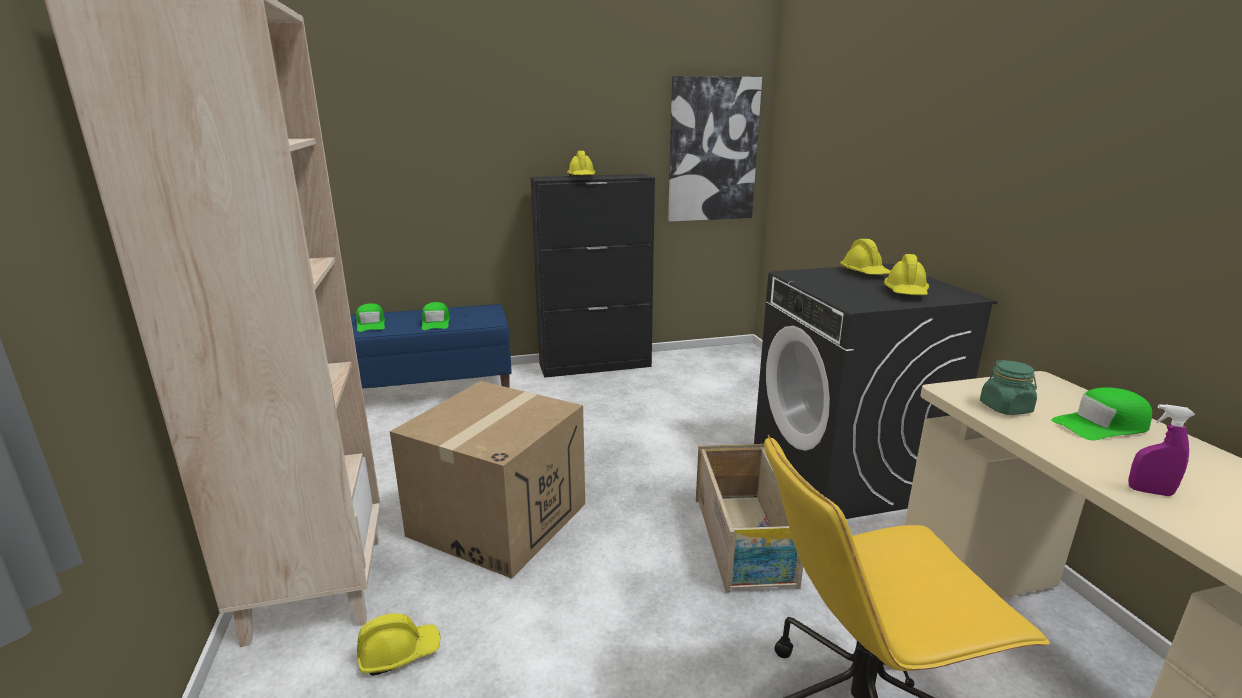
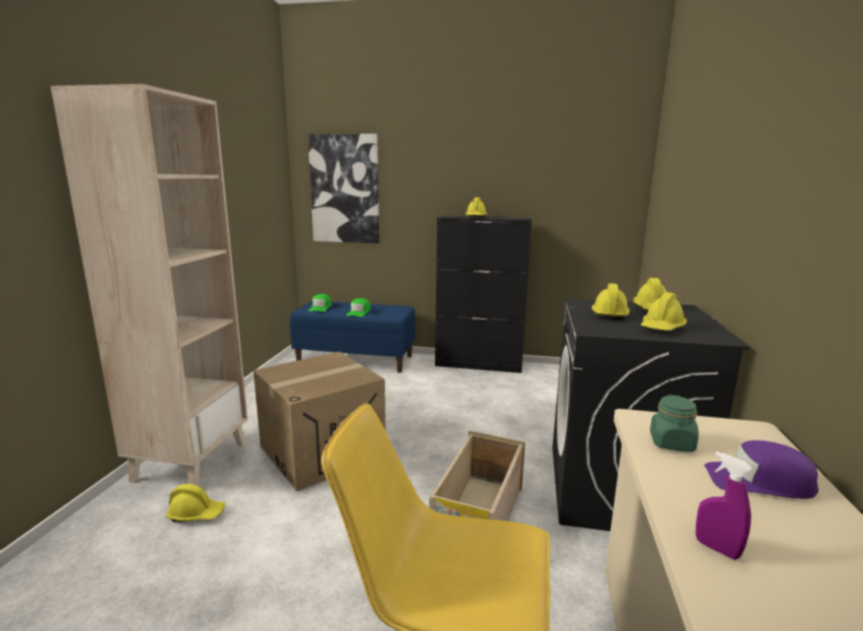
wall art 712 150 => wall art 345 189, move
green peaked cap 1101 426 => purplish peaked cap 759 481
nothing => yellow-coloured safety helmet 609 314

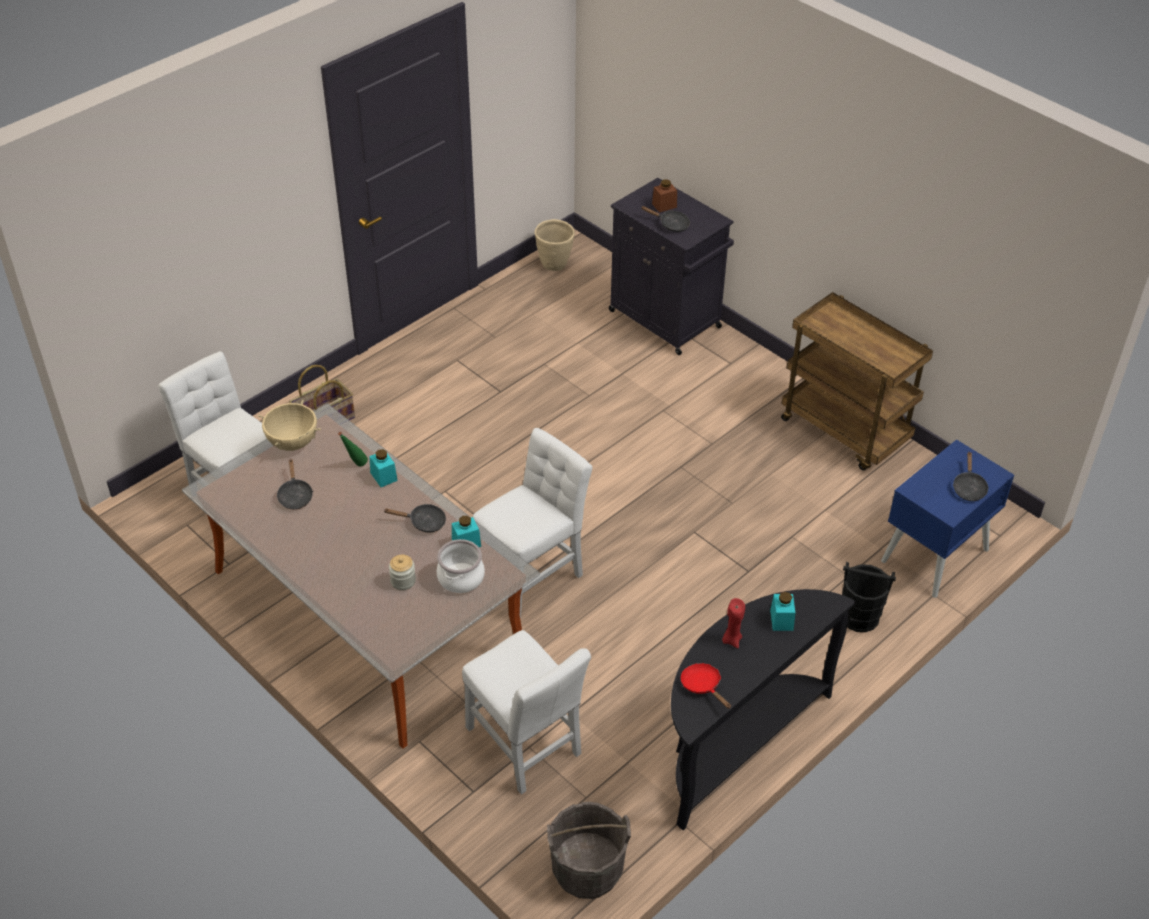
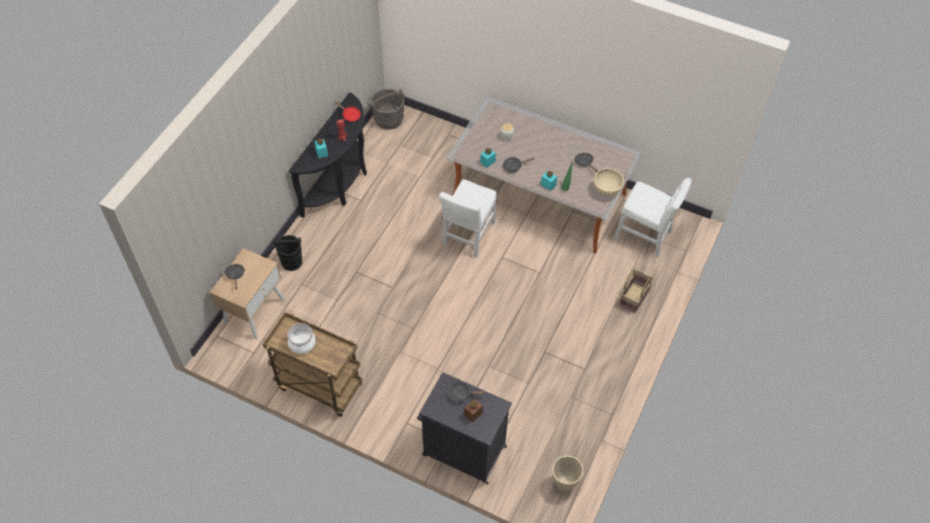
stockpot 461 578 => stockpot 302 343, move
whitish plain chair 526 746 => nothing
bluish bedside table 935 555 => sand-coloured bedside table 254 311

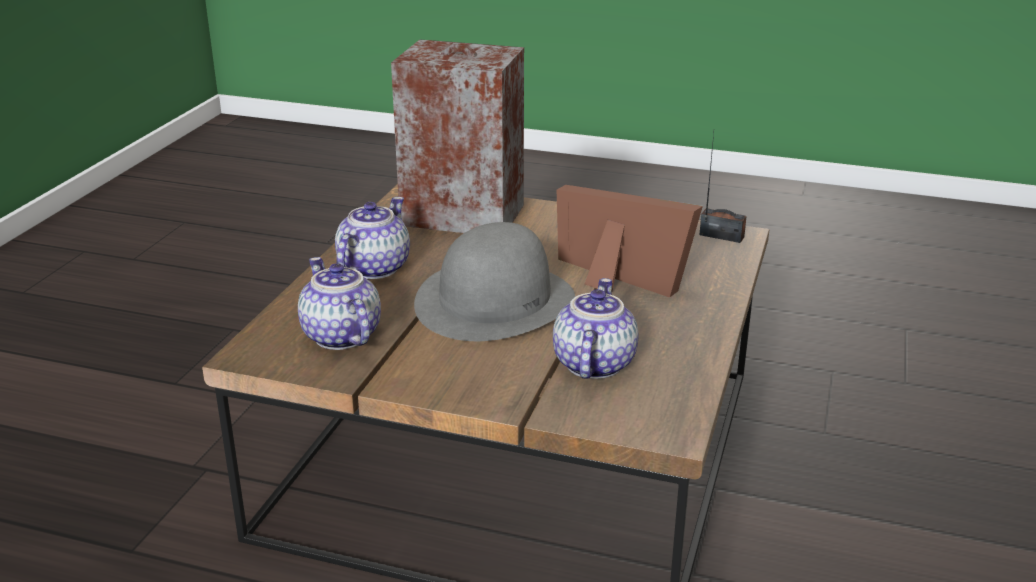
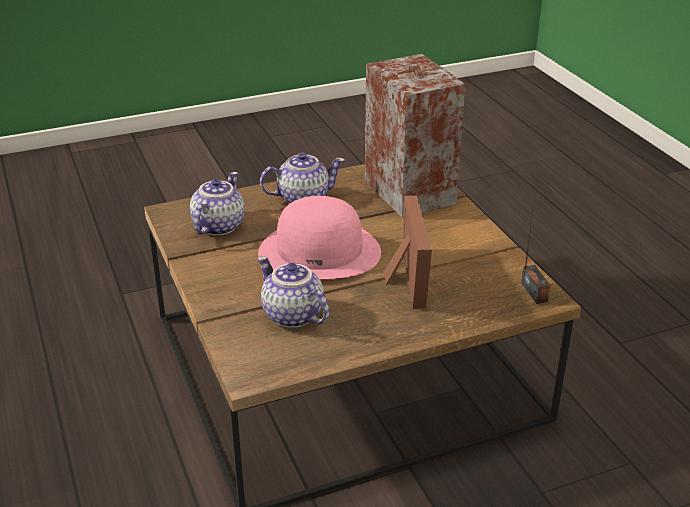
greyish hat 495 301 => pinkish hat 320 251
tea pot 592 363 => tea pot 291 315, 105 degrees counterclockwise

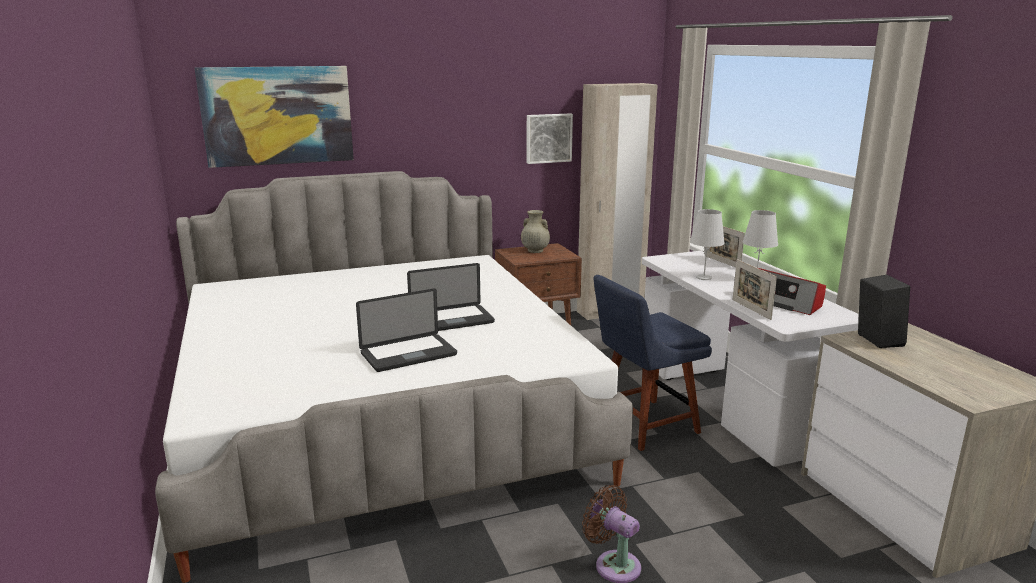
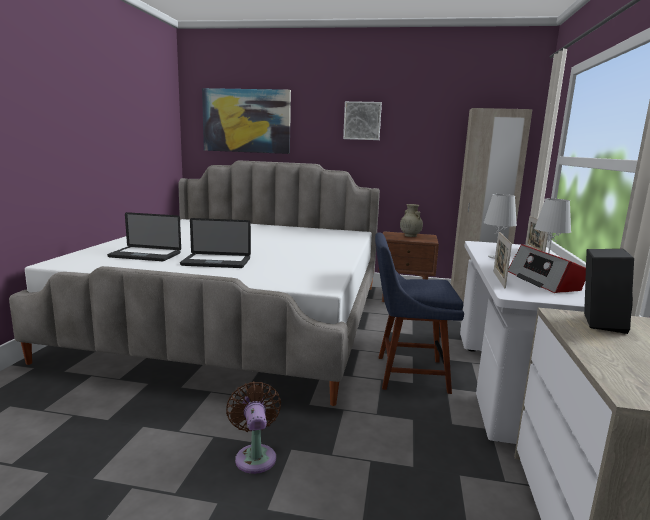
laptop 451 320 => laptop 145 255, move
wall art 548 138 => wall art 362 121, move

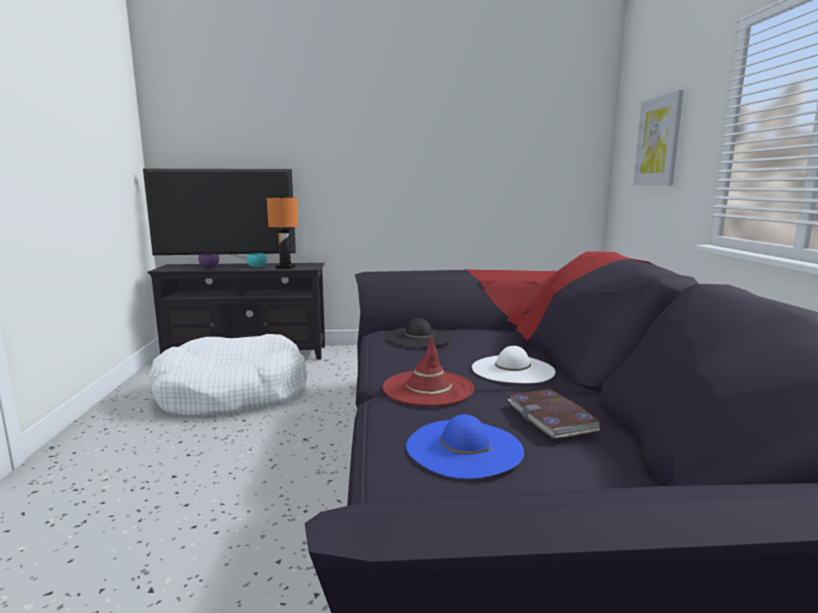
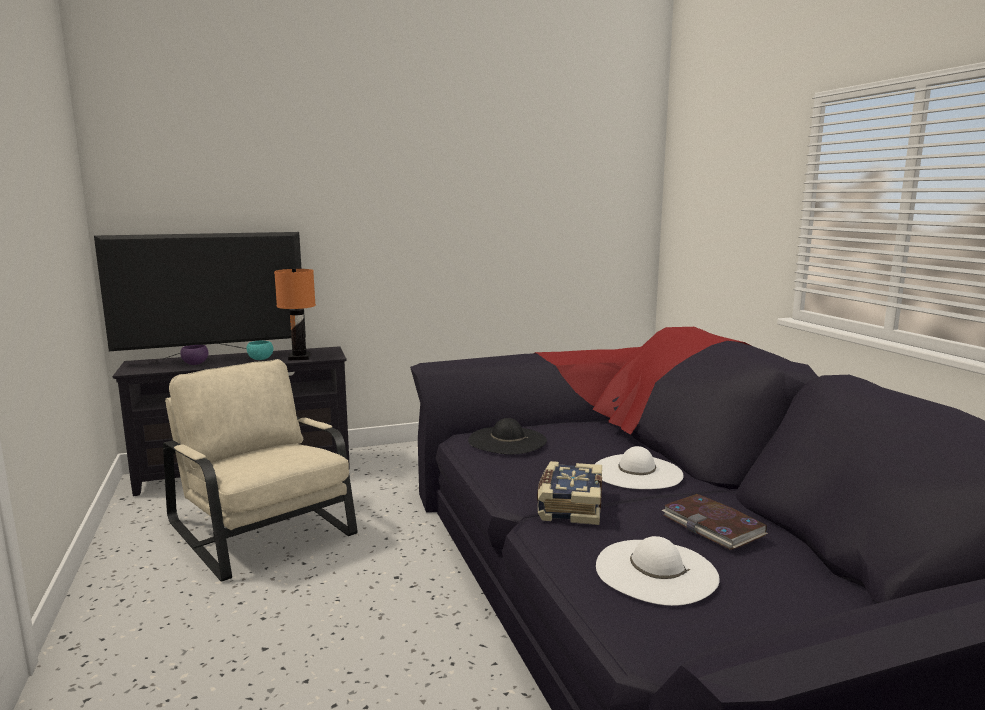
whitish dog bed 232 393 => sand-coloured armchair 263 529
reddish hat 428 388 => bound book 569 506
bluish hat 464 447 => whitish hat 656 571
wall art 658 141 => nothing

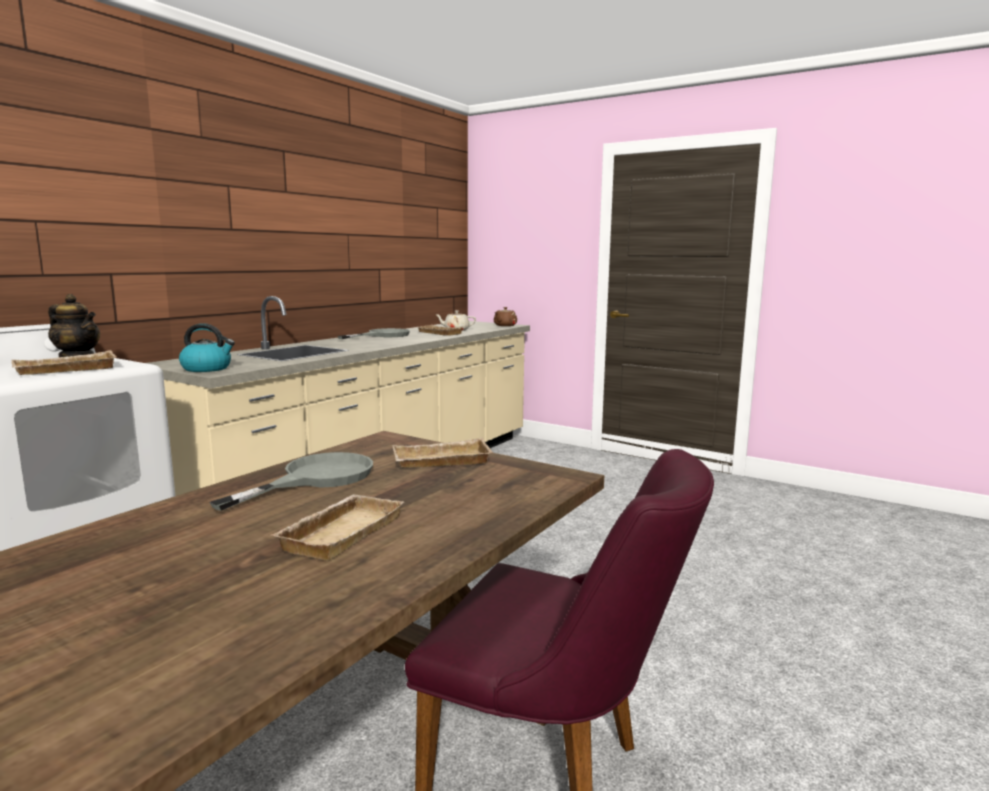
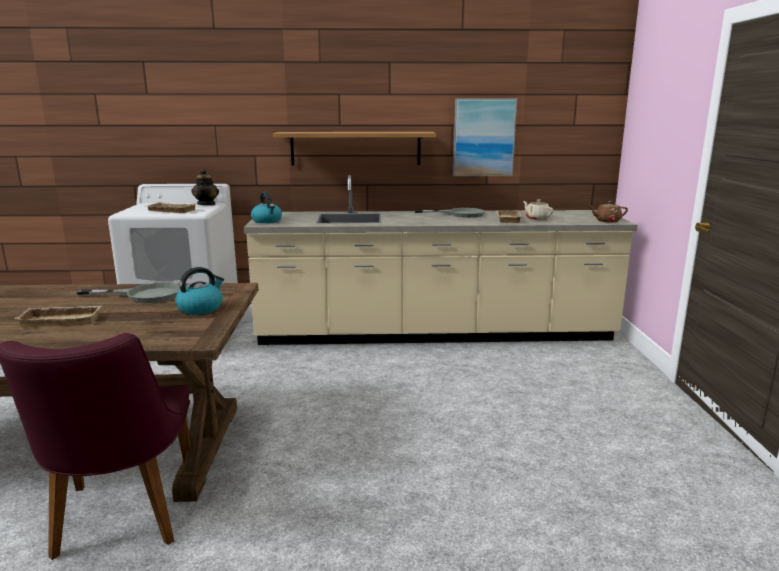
sand-coloured carrying tray 440 462 => water kettle 201 308
nothing => bracket shelf 355 148
nothing => wall art 483 137

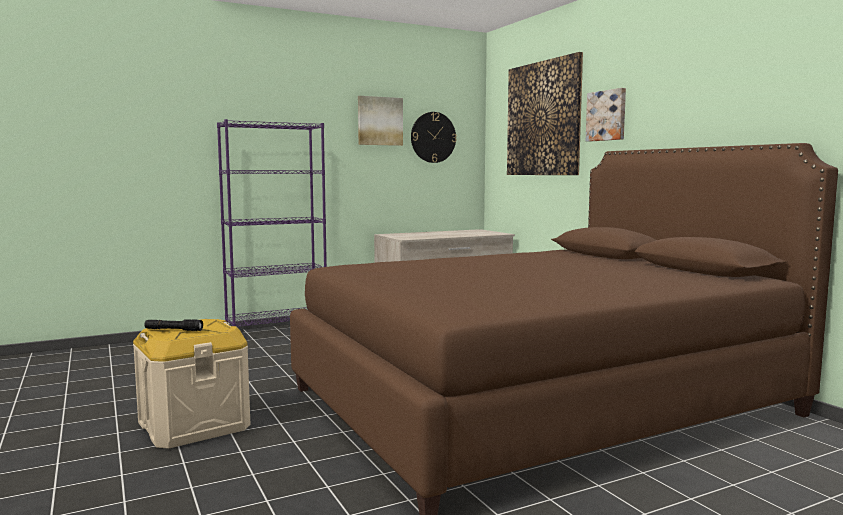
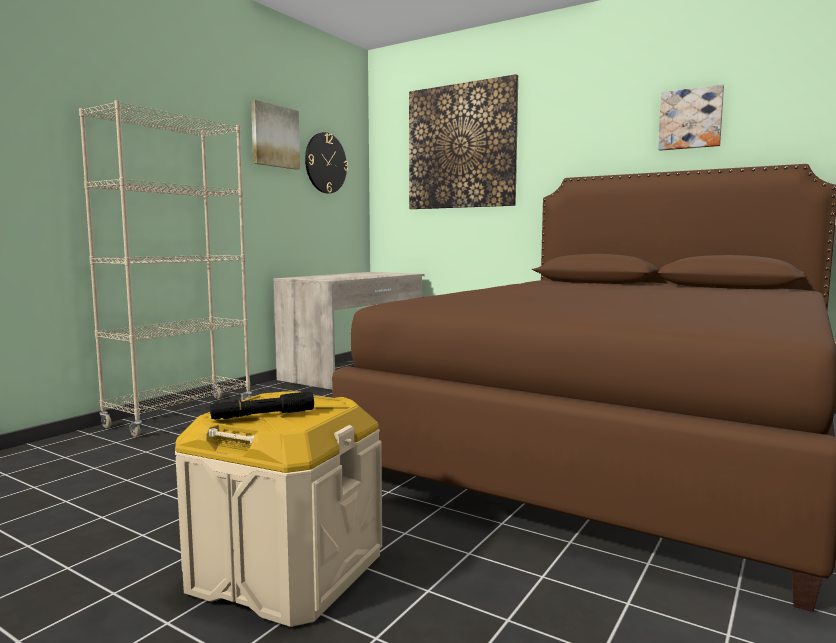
purplish shelving unit 277 332 => sand-coloured shelving unit 181 415
wall art 607 115 => wall art 690 119, move

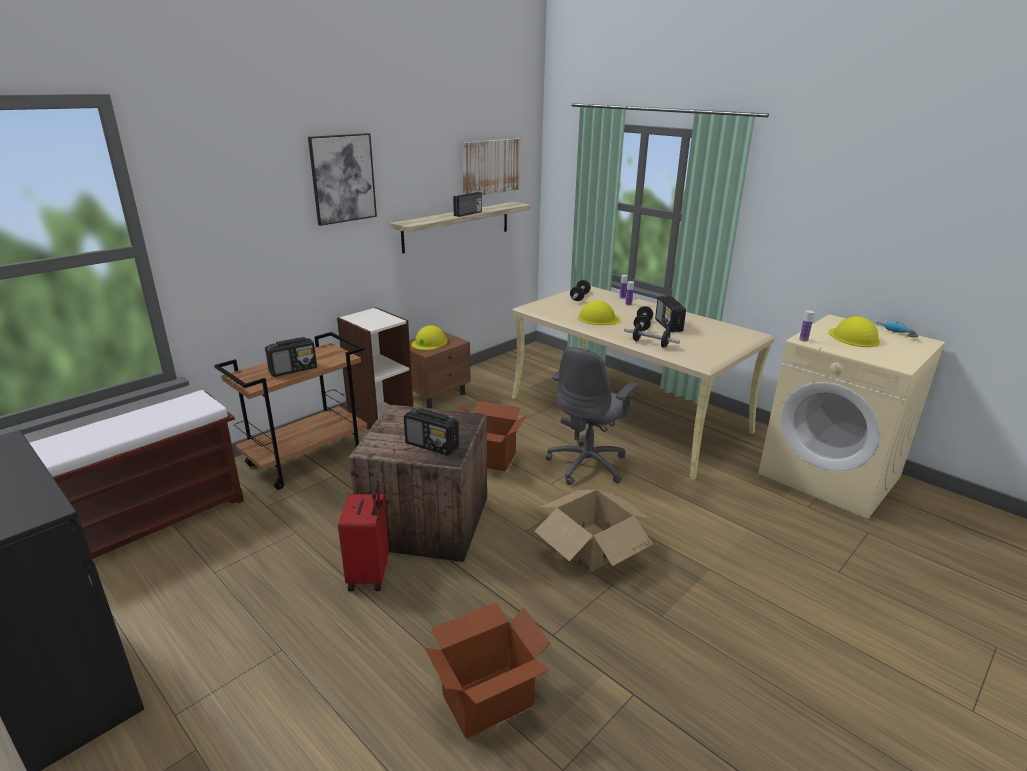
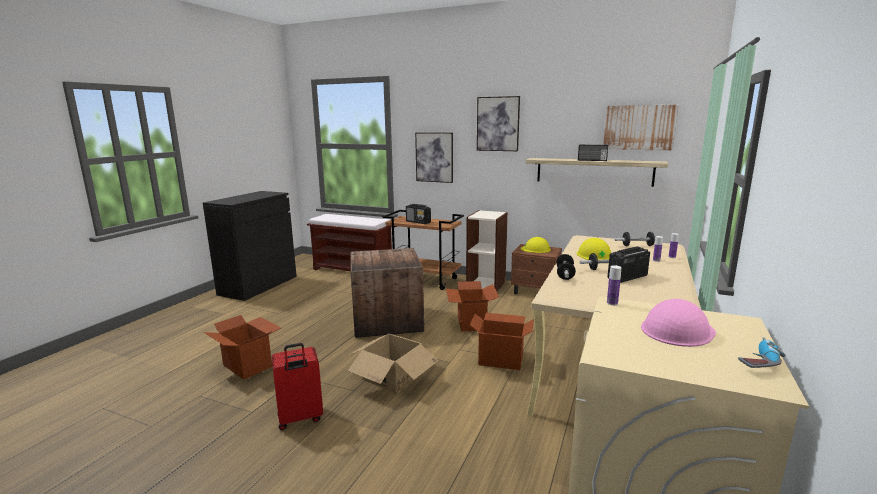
reddish suitcase 370 575 => reddish suitcase 300 419, move
radio set 432 446 => nothing
greyish desk chair 588 464 => packing box 500 359
yellow-coloured safety helmet 853 337 => pinkish safety helmet 677 330
nothing => wall art 434 157

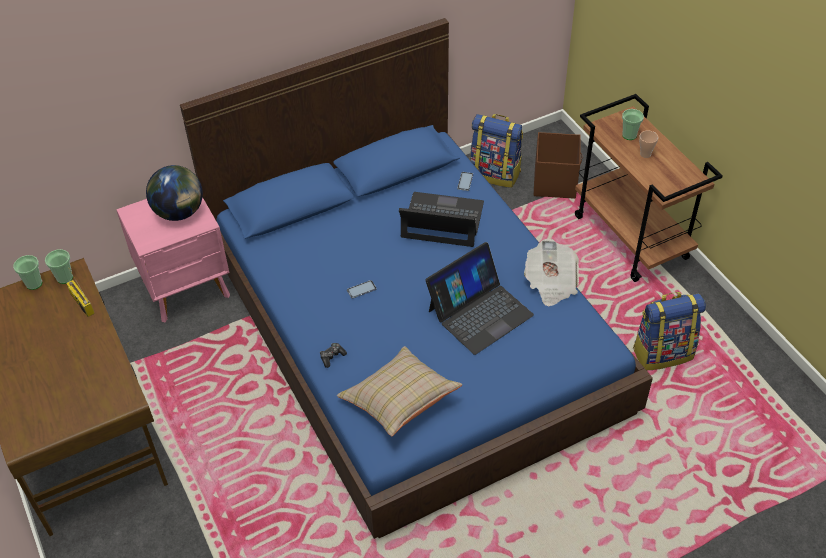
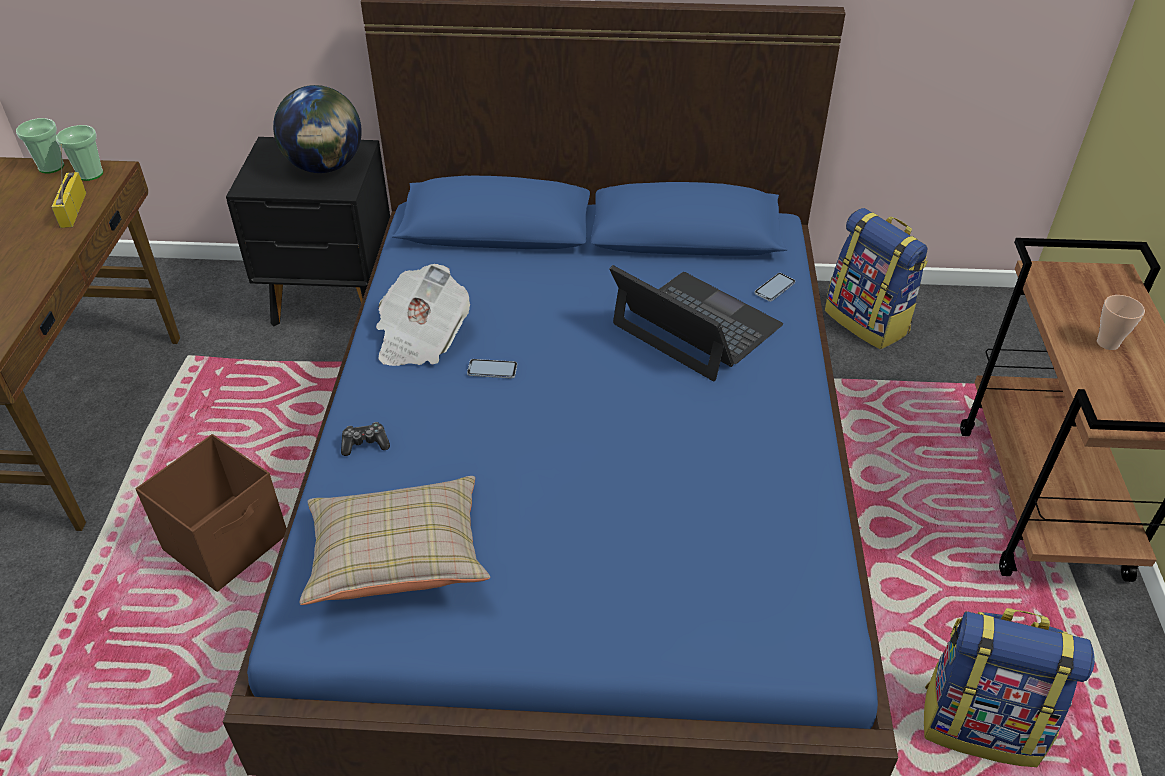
pinkish bedside table 188 289 => black-coloured bedside table 335 299
laptop 479 312 => nothing
daily paper 550 283 => daily paper 421 338, move
brownish storage bin 555 182 => brownish storage bin 228 542, move
drinking cup 629 135 => nothing

